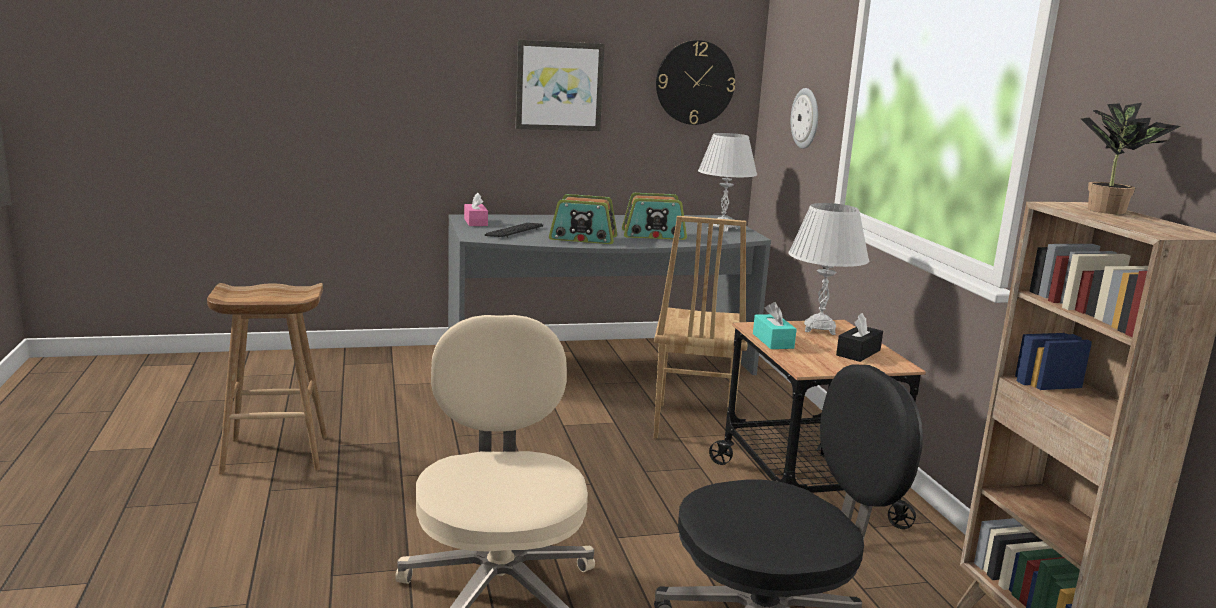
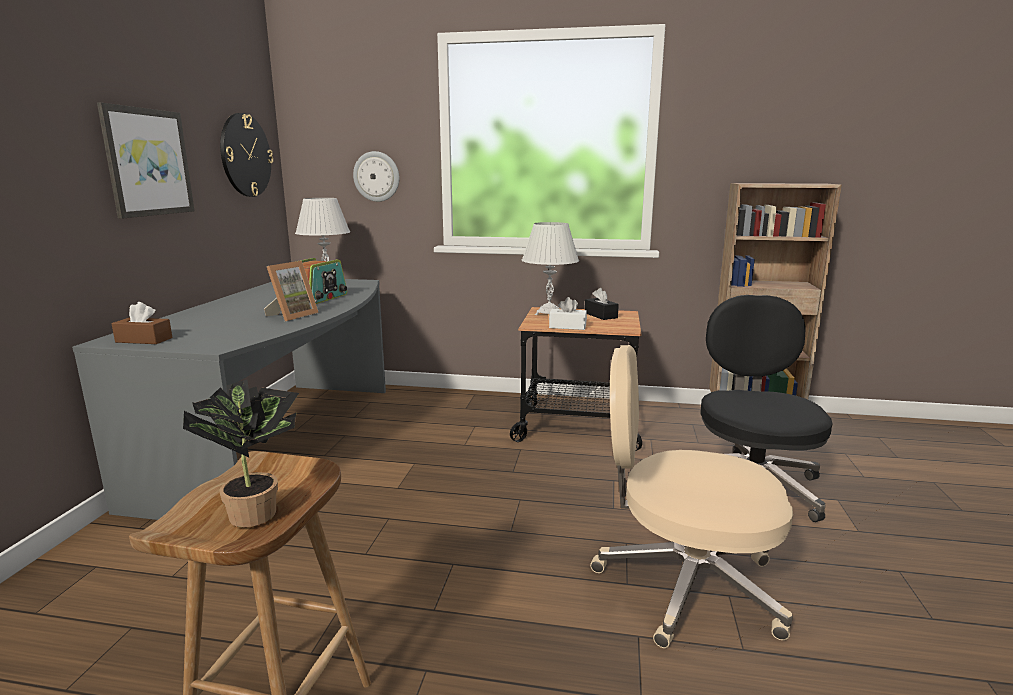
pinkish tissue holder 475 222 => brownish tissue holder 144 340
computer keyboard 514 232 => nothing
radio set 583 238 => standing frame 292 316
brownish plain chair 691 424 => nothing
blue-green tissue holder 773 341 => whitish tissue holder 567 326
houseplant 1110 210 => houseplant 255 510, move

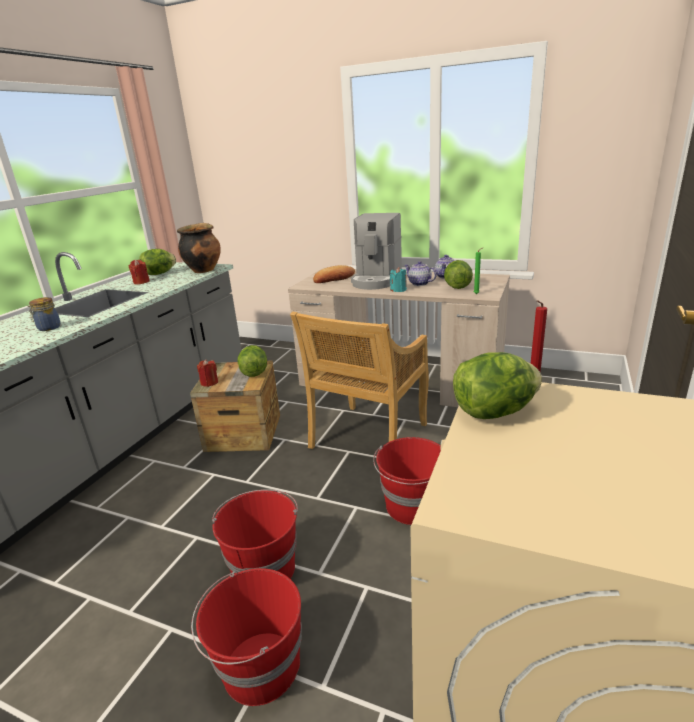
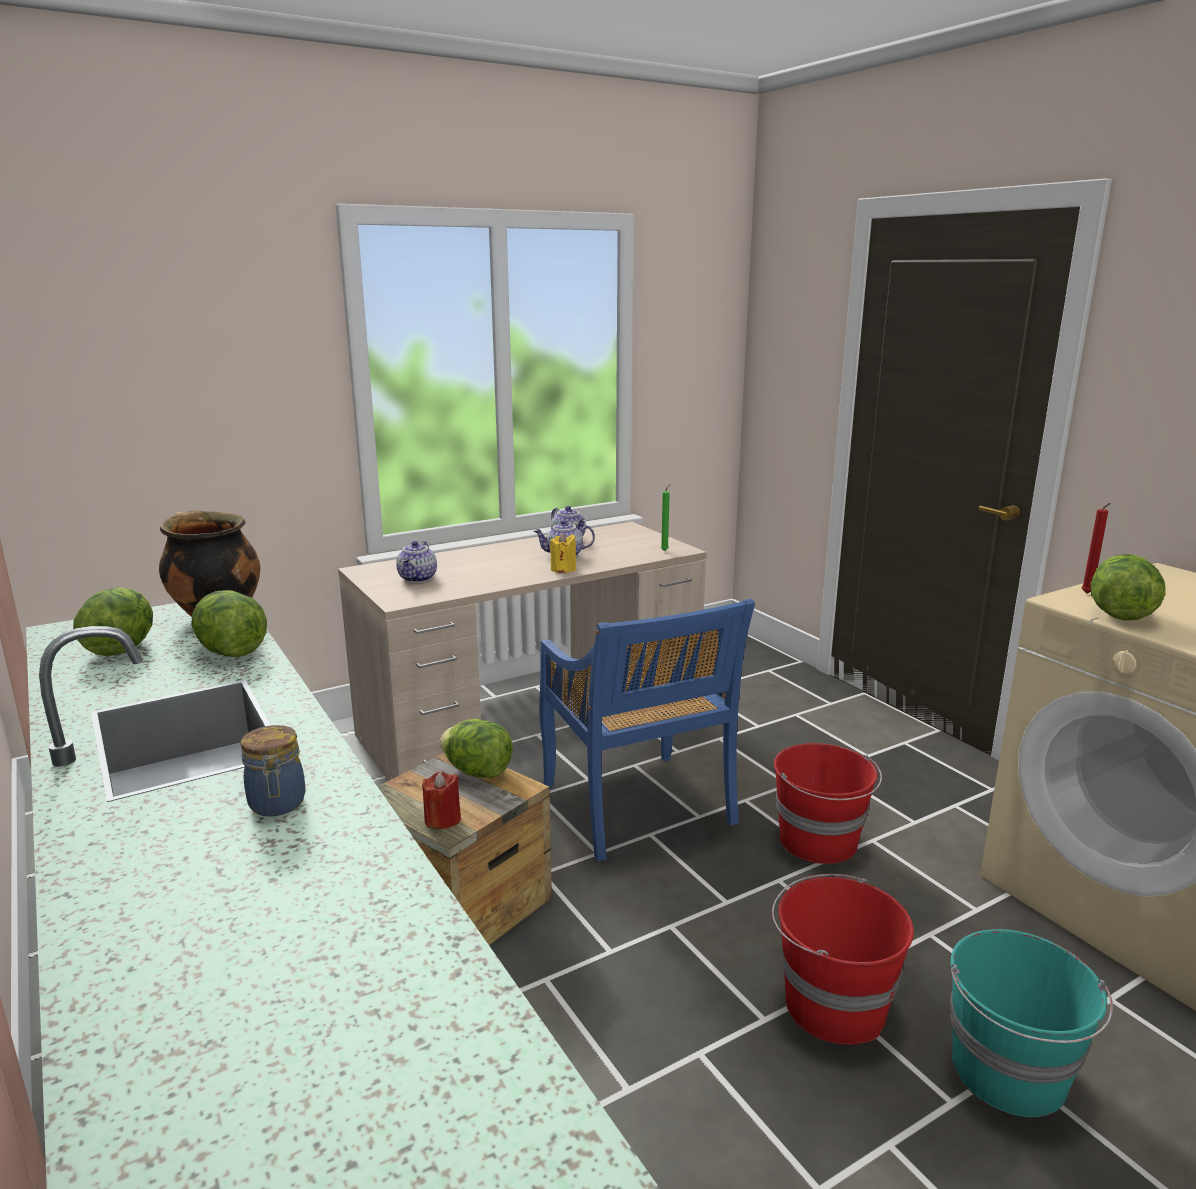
reddish candle 141 282 => nothing
reddish water bucket 259 668 => blue-green water bucket 1009 1073
sand-coloured plain chair 368 437 => bluish plain chair 638 806
bread 334 278 => tea pot 418 579
coffee machine 376 279 => nothing
blue-green candle 398 290 => yellow-coloured candle 563 569
head of lettuce 457 287 => head of lettuce 231 652, move

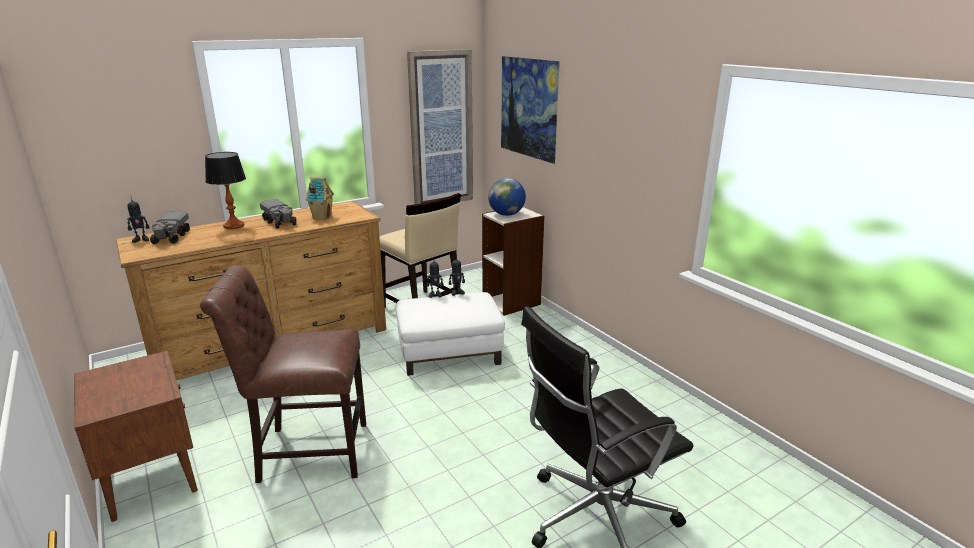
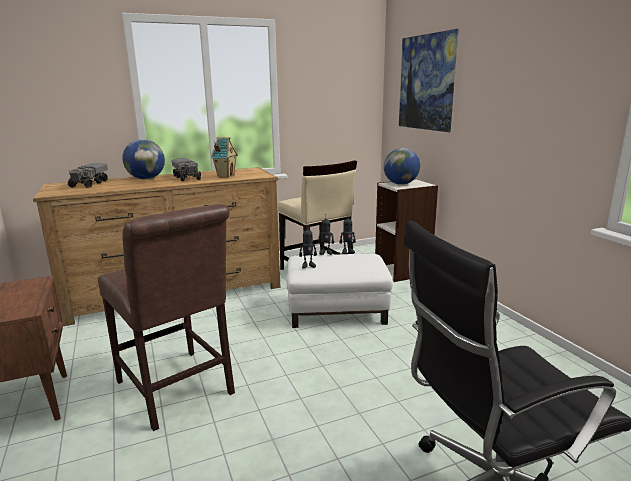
toy robot 141 240 => toy robot 308 266, move
brownish plain chair 307 451 => brownish plain chair 177 391, 135 degrees counterclockwise
lamp for a table 233 226 => desk globe 146 179
wall art 441 130 => nothing

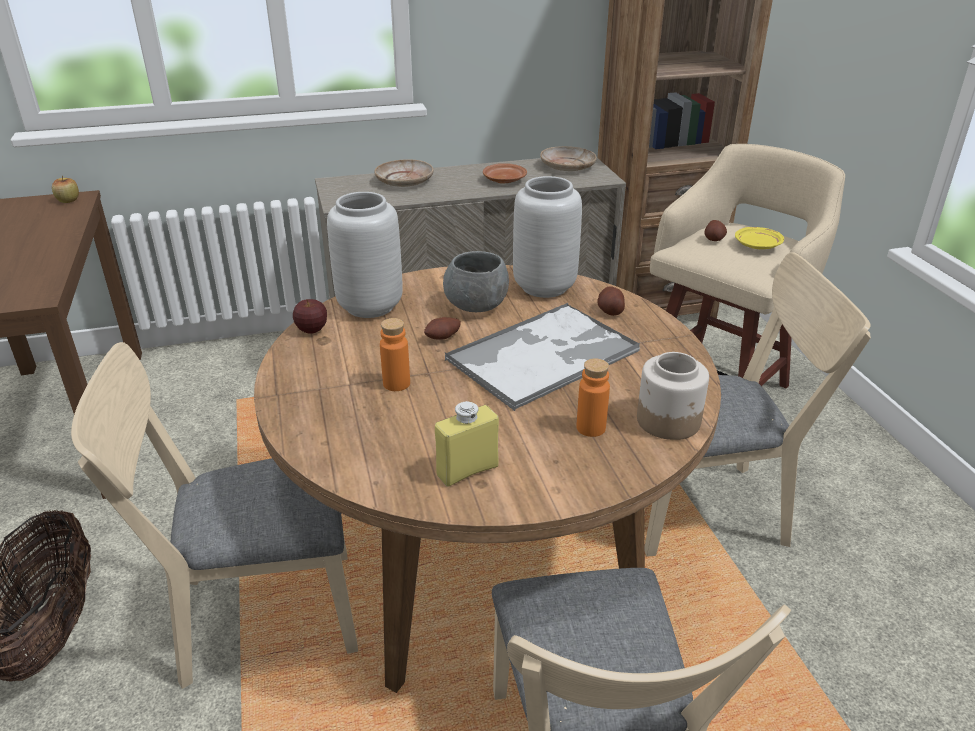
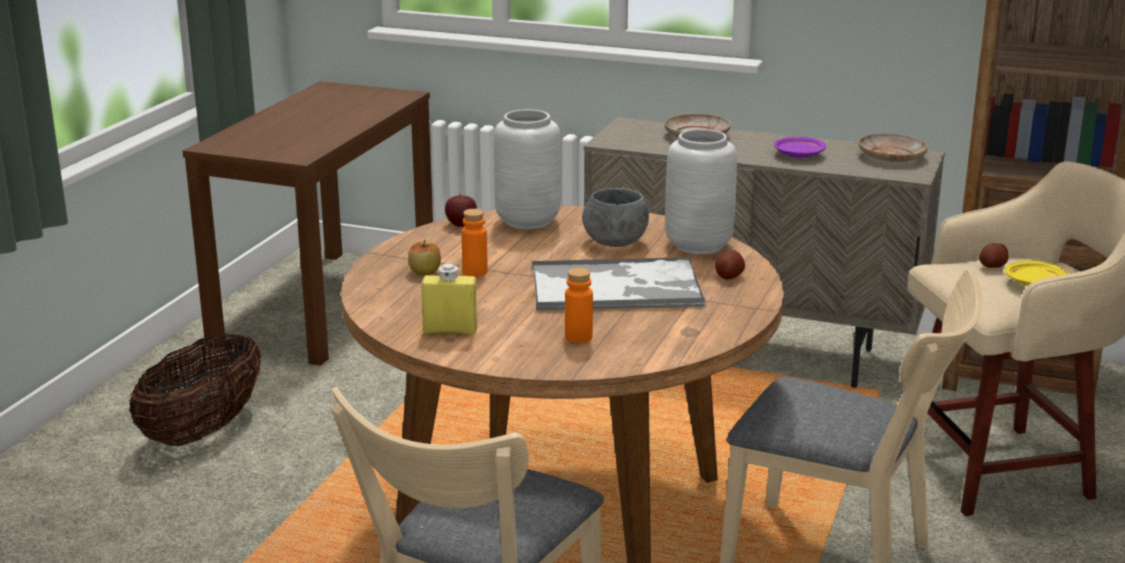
apple fruit 68 200 => apple fruit 425 272, move
sand-coloured plain chair 253 617 => nothing
whole potato 443 338 => nothing
brownish flat dish 504 180 => purplish flat dish 799 155
storage jar 669 421 => nothing

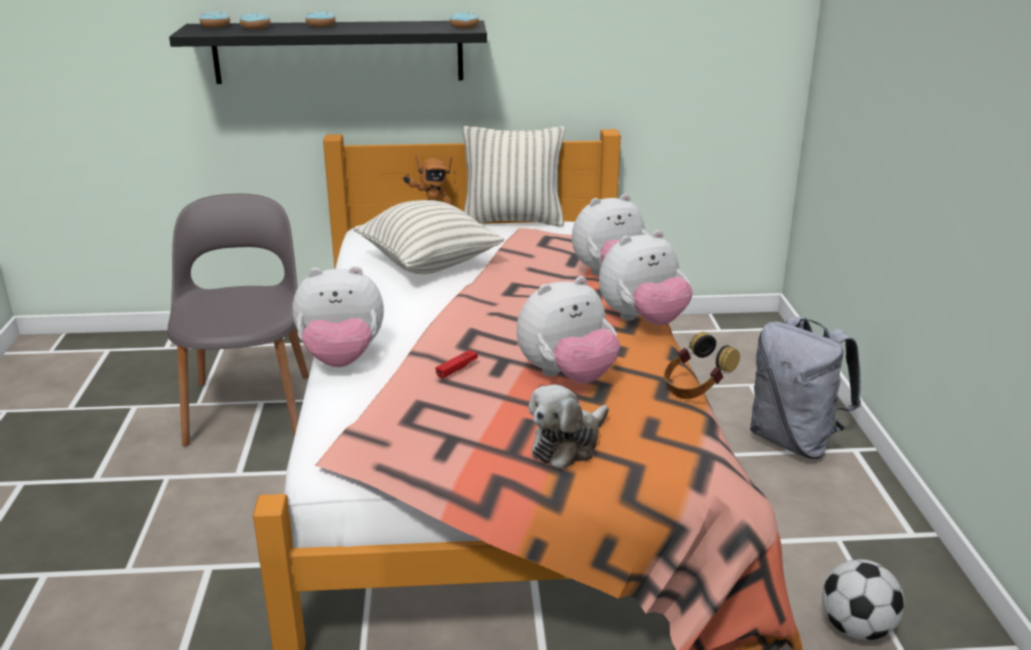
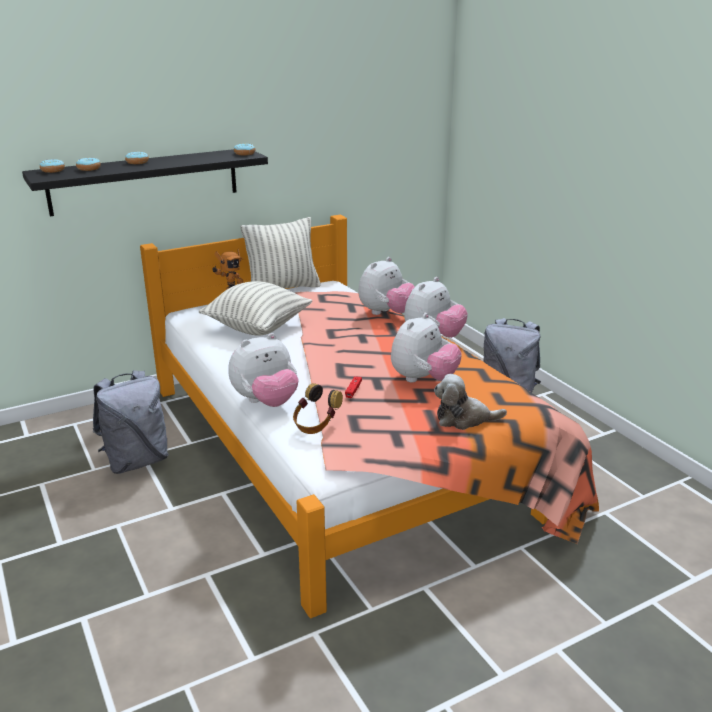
greyish plain chair 249 406 => greyish rucksack 136 461
cuddly toy 568 444 => cuddly toy 464 419, 75 degrees clockwise
headset 695 389 => headset 316 425, move
football ball 856 628 => nothing

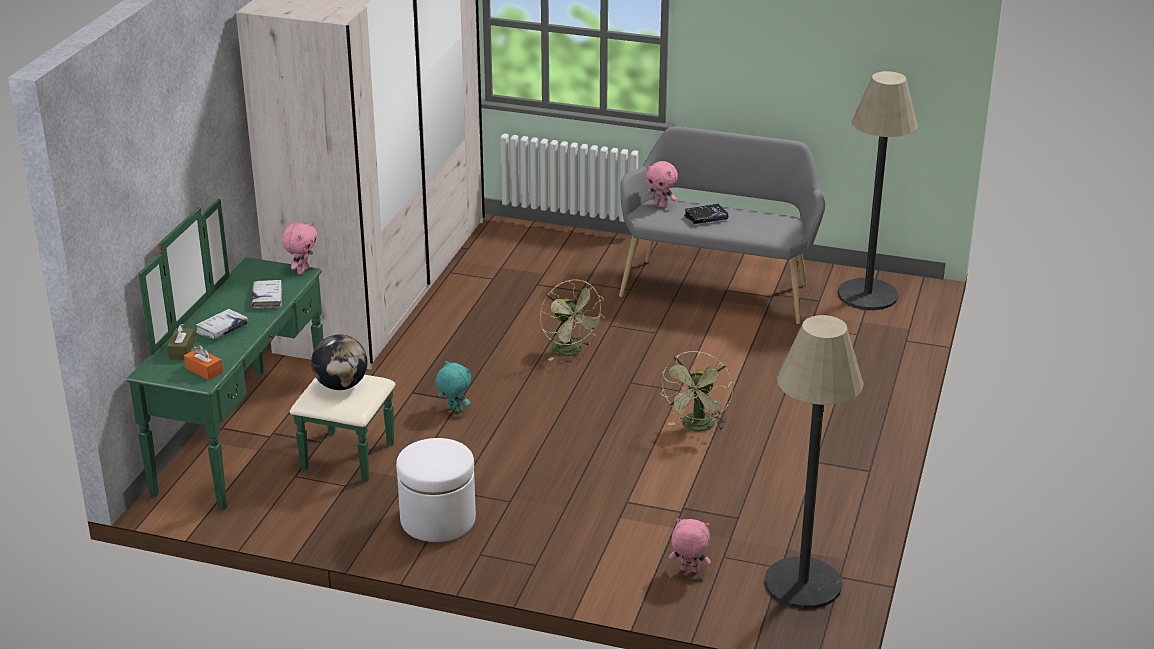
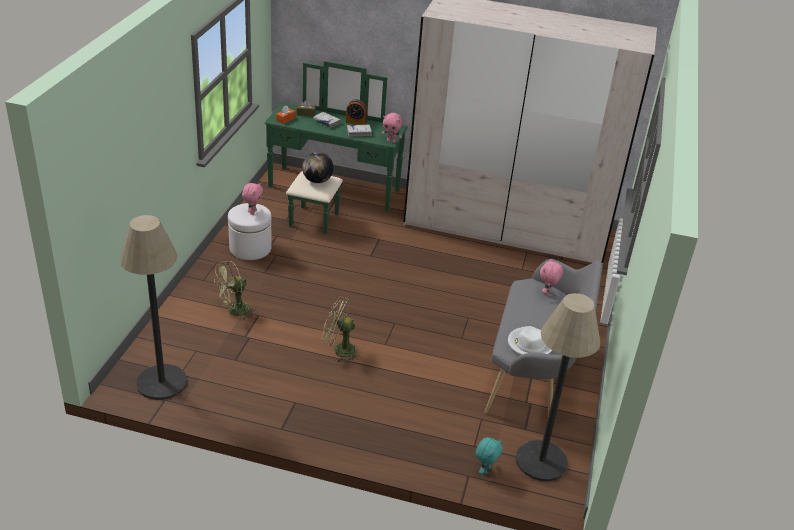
blue-green cuddly toy 454 409 => blue-green cuddly toy 485 470, move
green fan 571 352 => green fan 234 311, move
pinkish cuddly toy 688 570 => pinkish cuddly toy 252 212, move
black-coloured bound book 705 218 => nothing
nothing => bedside clock 356 122
nothing => whitish hat 529 344

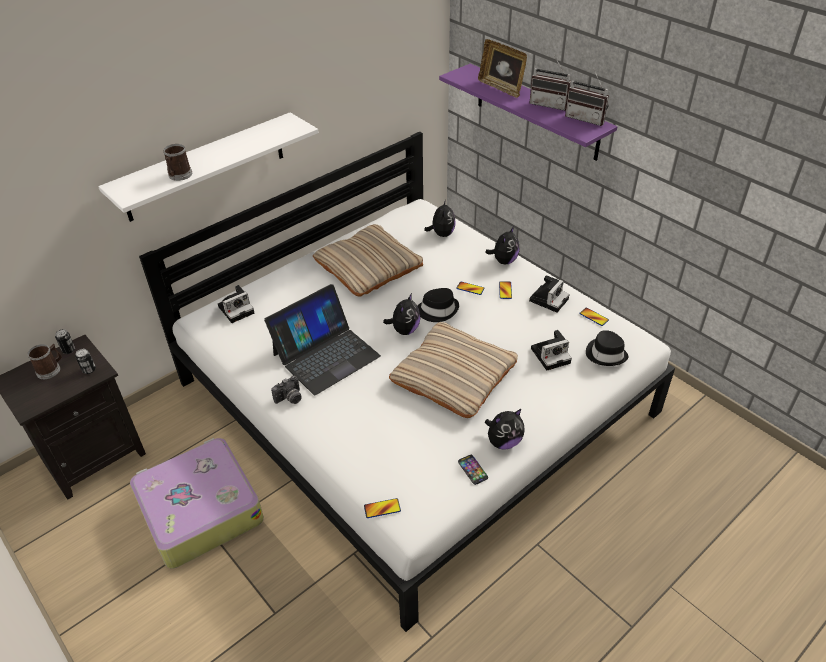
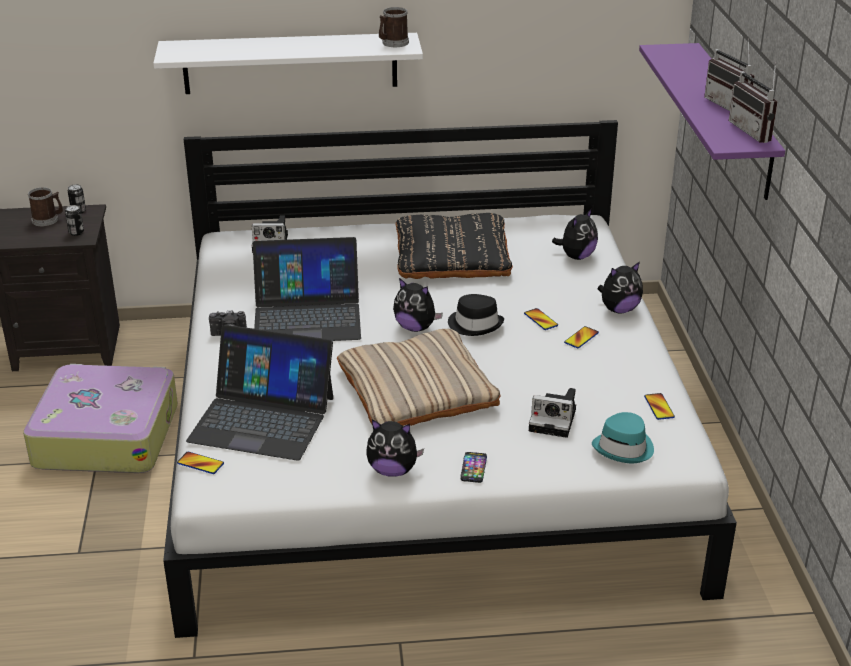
mug 179 176 => mug 393 43, move
sand-coloured cushion 368 266 => black-coloured cushion 452 256
cuddly toy 404 330 => cuddly toy 416 327, 60 degrees clockwise
telephone 472 470 => telephone 473 468, move
standing frame 501 88 => nothing
still camera 549 299 => nothing
black-coloured hat 606 354 => blue-green hat 624 448
nothing => laptop 262 418

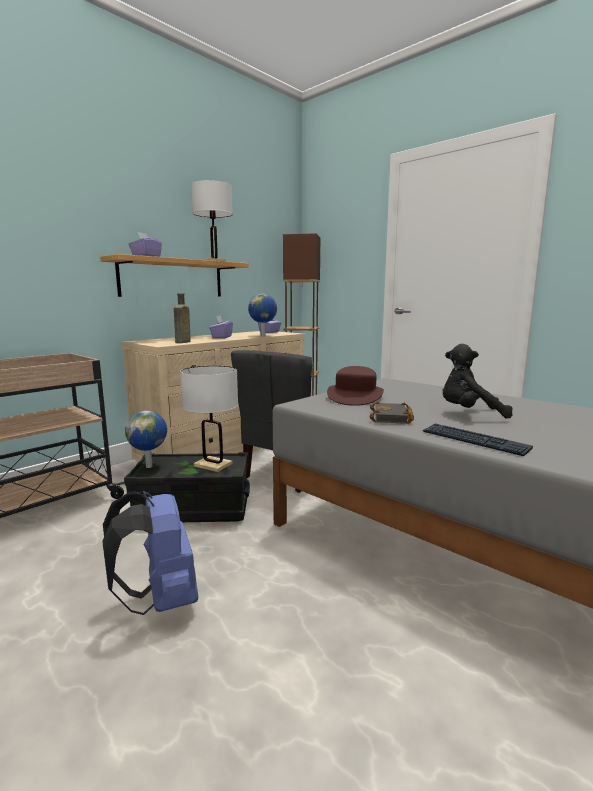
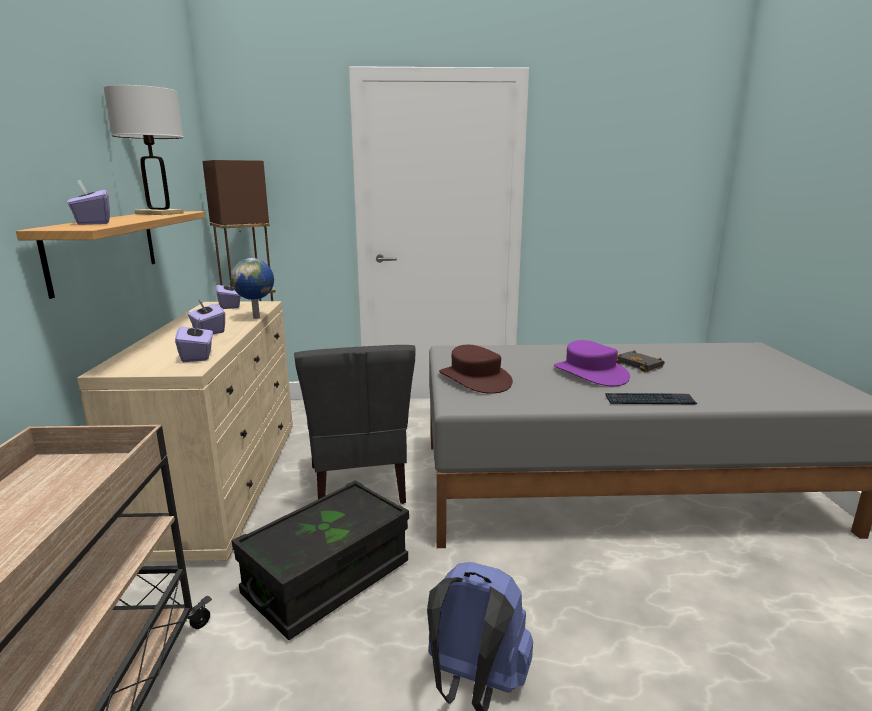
desk globe 150 466 => nothing
brownish bottle 182 342 => purplish tissue holder 197 356
whitish lamp for a table 213 465 => nothing
black-coloured bound book 392 418 => black-coloured bound book 640 365, move
black-coloured cuddly toy 469 414 => purplish hat 590 373

